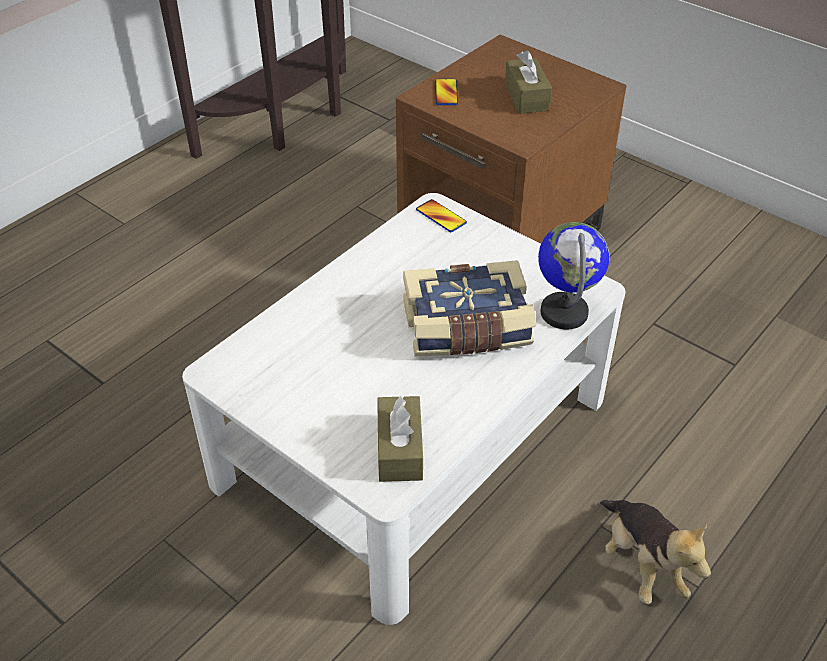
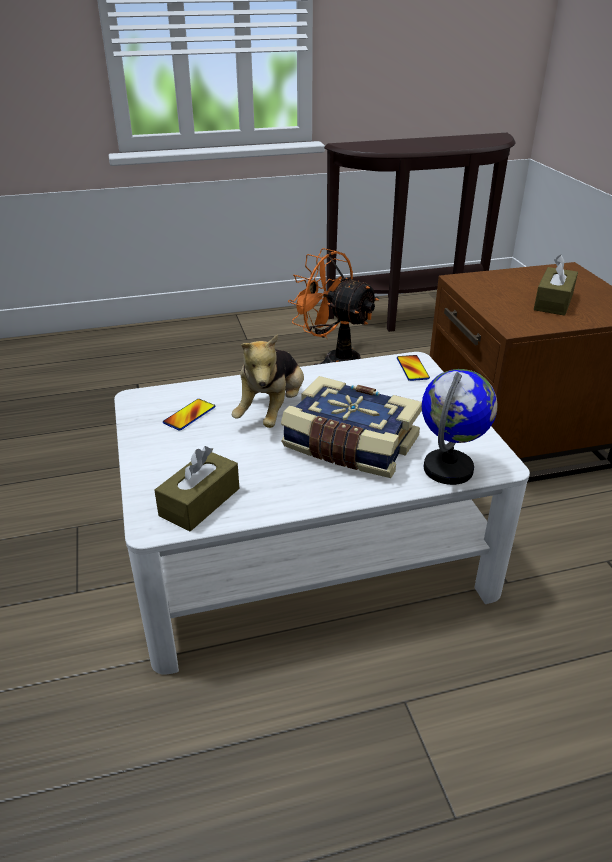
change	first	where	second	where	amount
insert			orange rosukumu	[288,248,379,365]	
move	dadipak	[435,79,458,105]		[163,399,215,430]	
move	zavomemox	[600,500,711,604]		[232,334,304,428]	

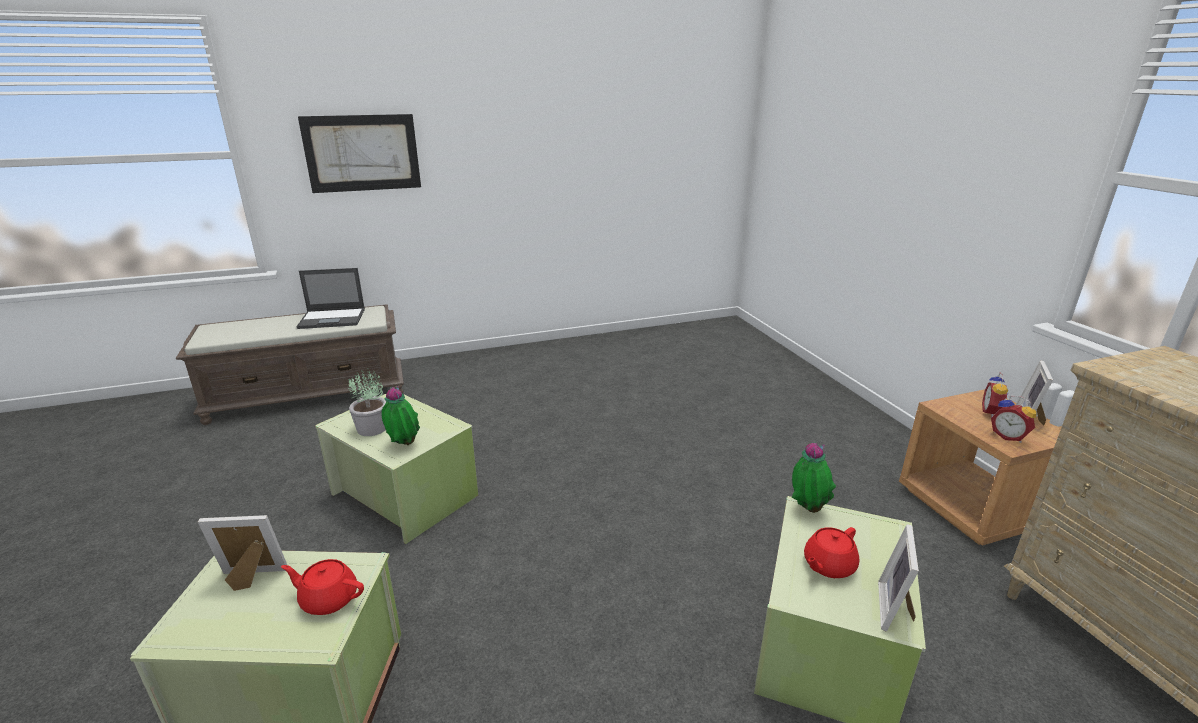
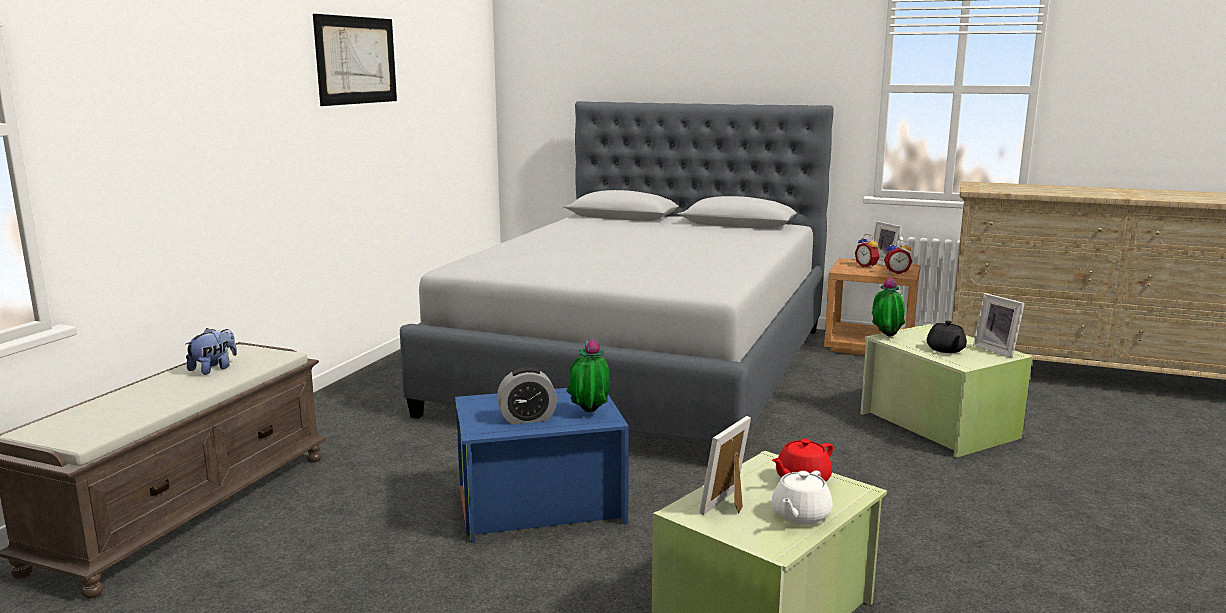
change	first	where	second	where	amount
insert			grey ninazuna	[400,101,834,444]	
insert			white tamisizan	[772,470,833,525]	
move	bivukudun	[298,114,421,193]		[313,14,397,106]	
replace	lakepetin	[296,268,365,329]	zavomemox	[186,328,237,375]	
replace	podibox	[348,368,386,436]	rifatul	[497,367,557,424]	
recolor	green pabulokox	[315,394,478,544]	blue pabulokox	[455,388,629,542]	
recolor	red tamisizan	[804,527,859,578]	black tamisizan	[927,321,967,353]	

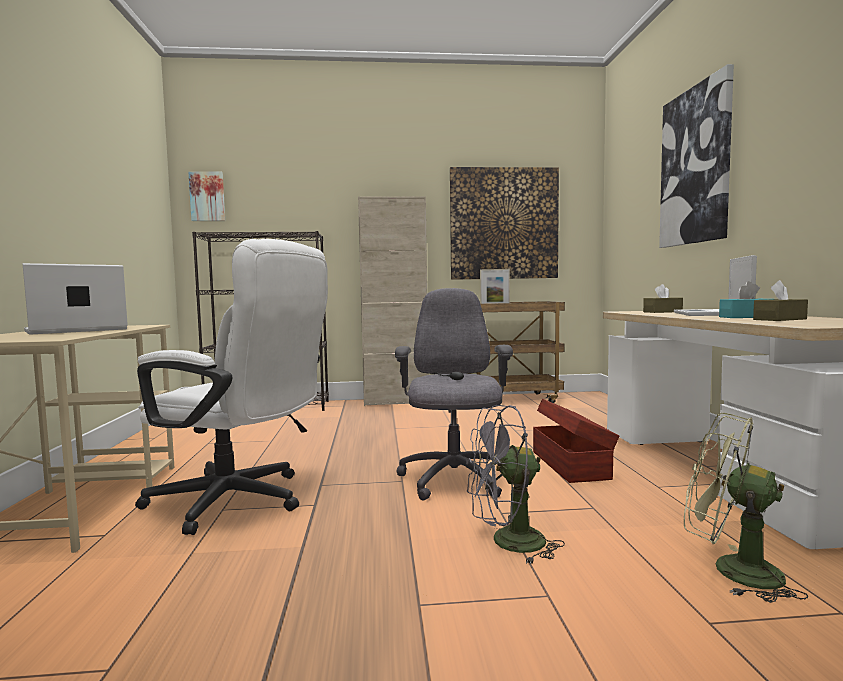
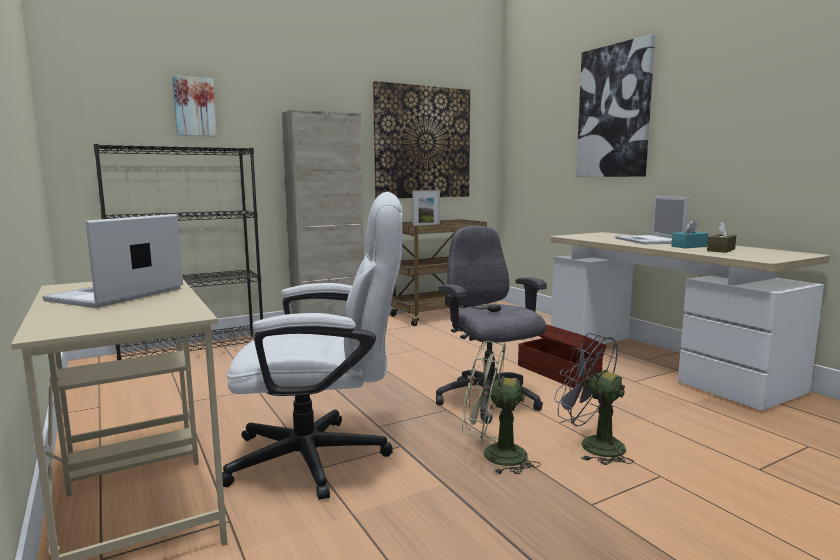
change	first	where	second	where	amount
delete	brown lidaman	[643,284,683,313]			
move	bivukudun	[188,171,225,221]		[172,75,217,136]	
move	green rosukumu	[684,413,808,603]		[462,341,541,474]	
rotate	grey rosukumu	[466,405,565,564]		[554,333,634,465]	75 degrees clockwise

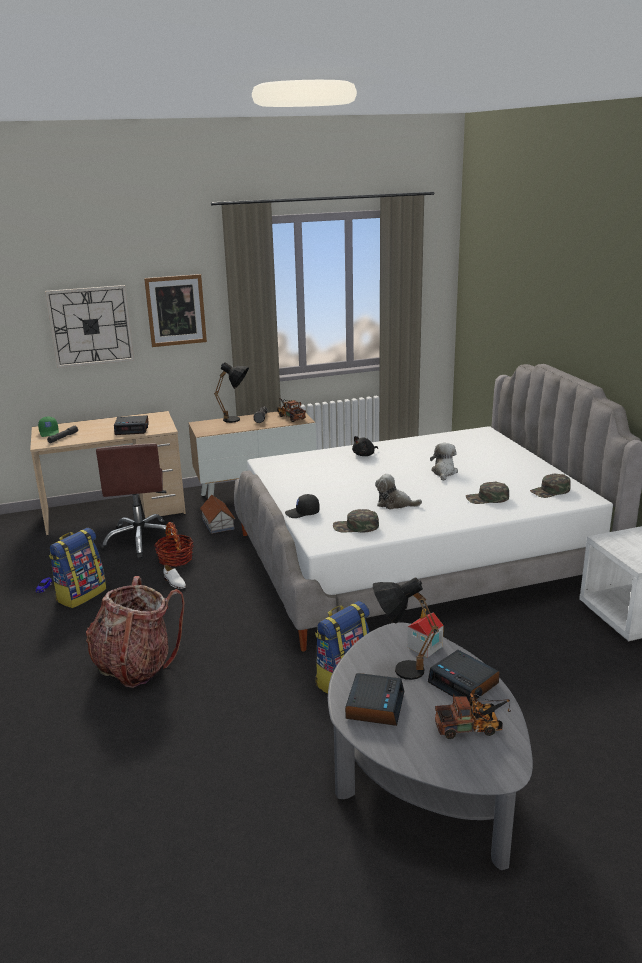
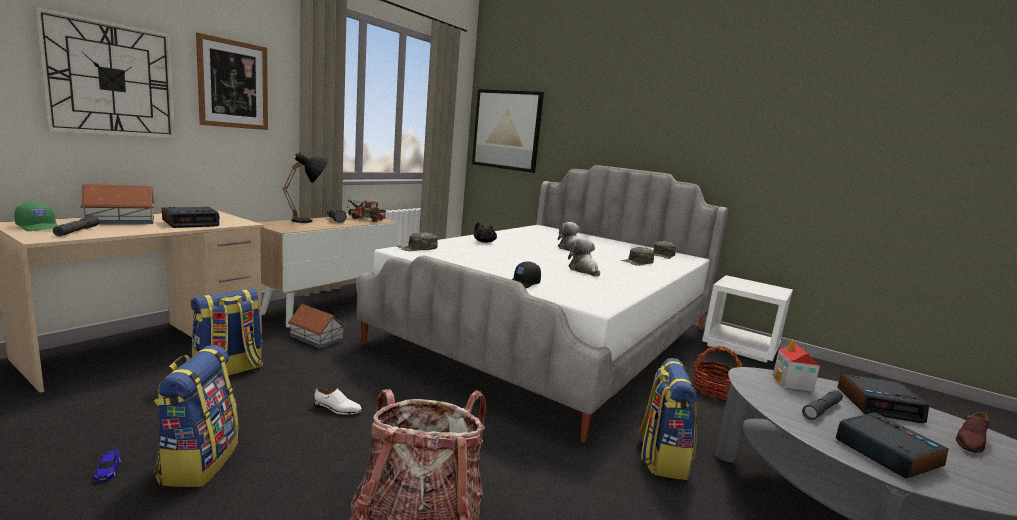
change	first	where	second	where	amount
insert			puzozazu	[80,184,155,225]	
insert			bivukudun	[472,89,544,173]	
move	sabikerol	[154,522,194,567]		[694,346,742,400]	
move	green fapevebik	[333,509,379,532]		[397,232,438,251]	
replace	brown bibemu	[96,443,174,559]	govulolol	[191,289,263,376]	
replace	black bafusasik	[373,577,439,680]	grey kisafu	[802,390,843,420]	
replace	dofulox	[435,693,511,739]	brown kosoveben	[956,412,989,453]	
rotate	zavomemox	[375,474,422,509]		[568,238,600,277]	90 degrees clockwise

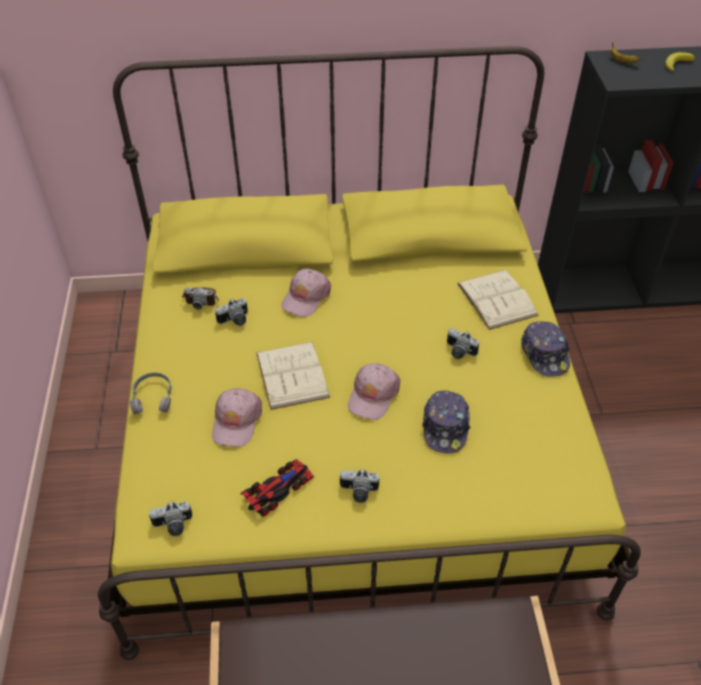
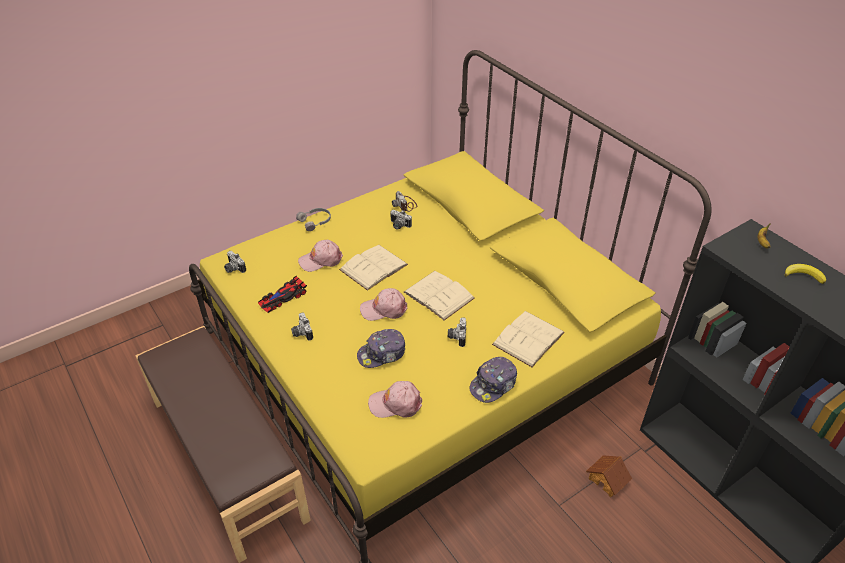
change	first	where	second	where	amount
insert			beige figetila	[404,271,475,320]	
insert			puzozazu	[586,456,632,497]	
move	pink fapevebik	[281,269,331,317]		[368,381,422,418]	
rotate	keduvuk	[240,459,314,517]		[258,276,307,313]	120 degrees clockwise

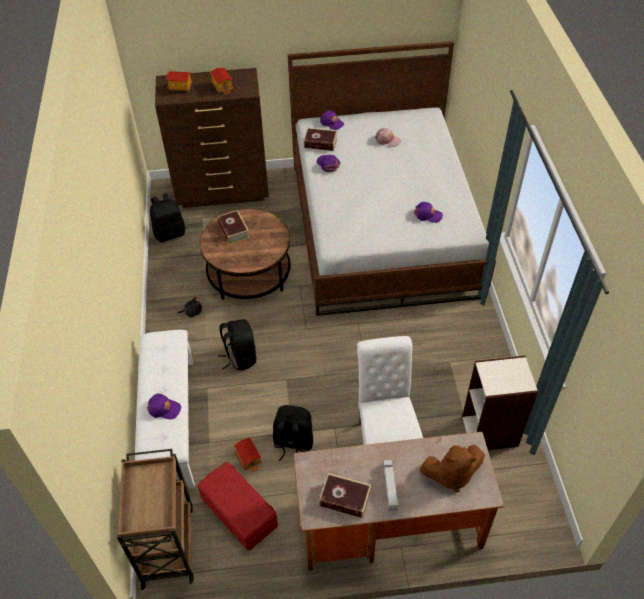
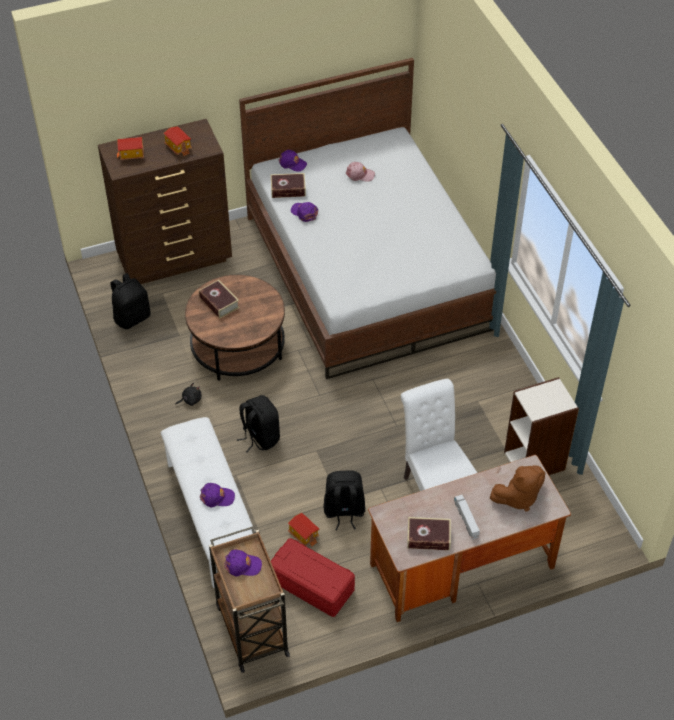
change	first	where	second	where	amount
move	purple fapevebik	[414,202,443,223]		[224,550,262,577]	

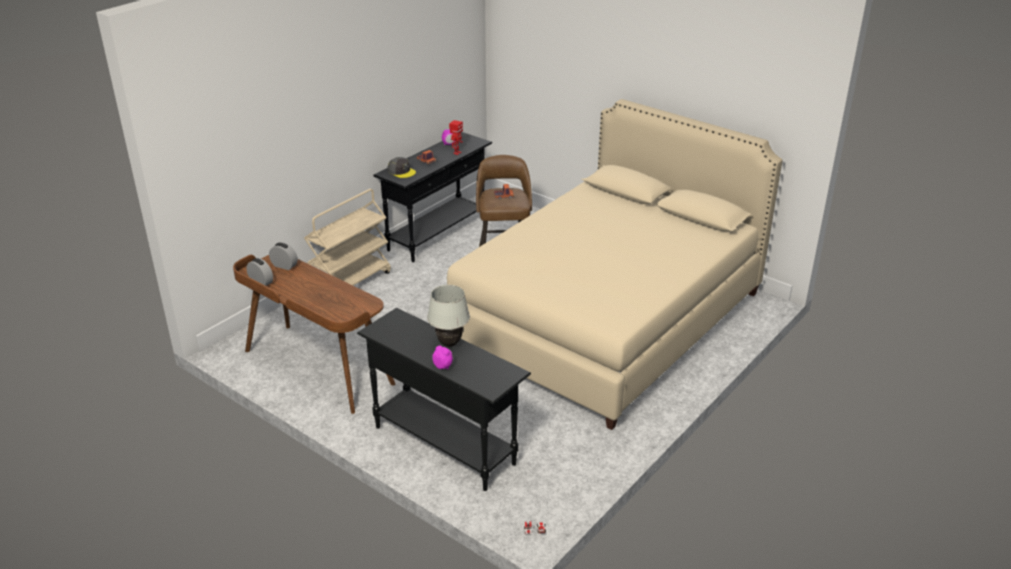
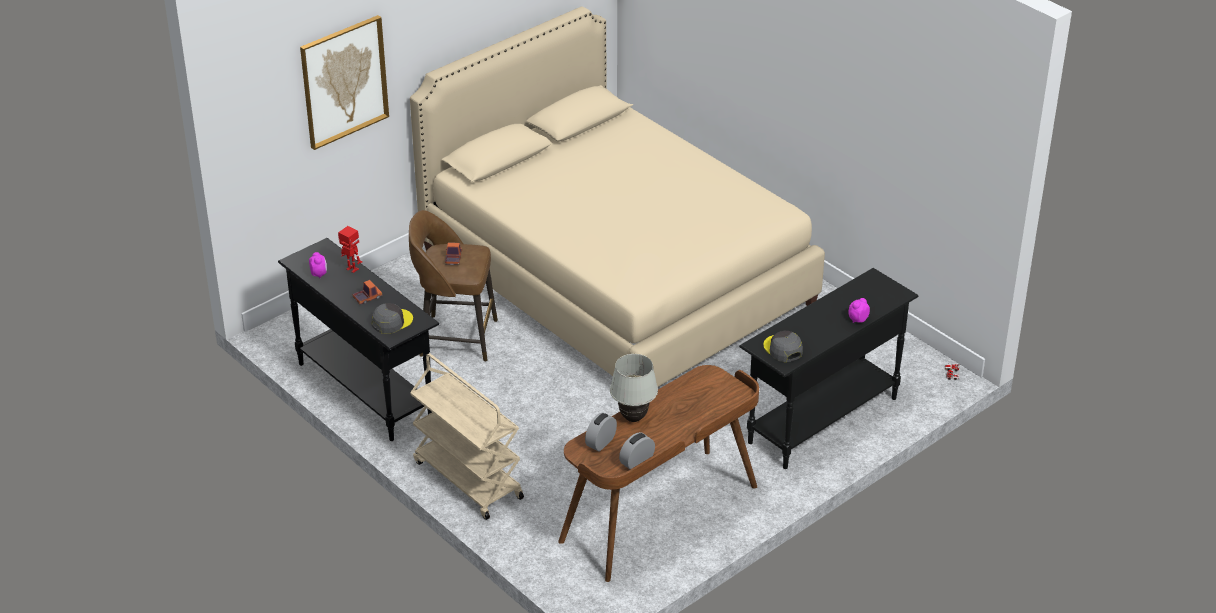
change	first	where	second	where	amount
insert			bivukudun	[300,15,389,150]	
insert			grey fapevebik	[763,331,803,362]	
move	white bafusasik	[427,285,470,347]		[610,354,658,422]	

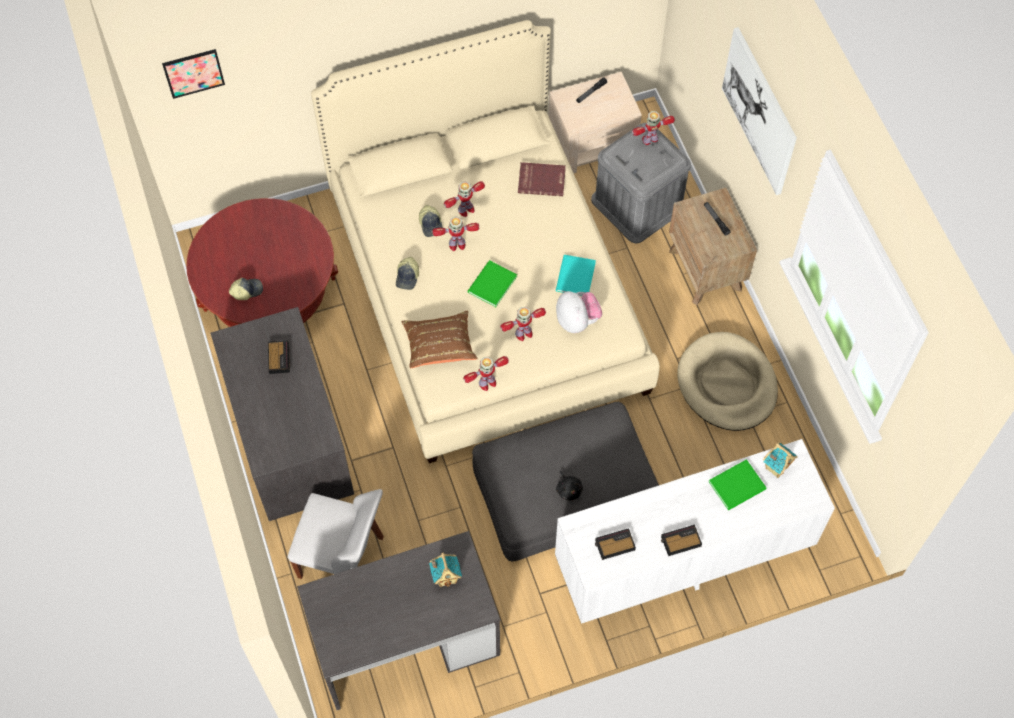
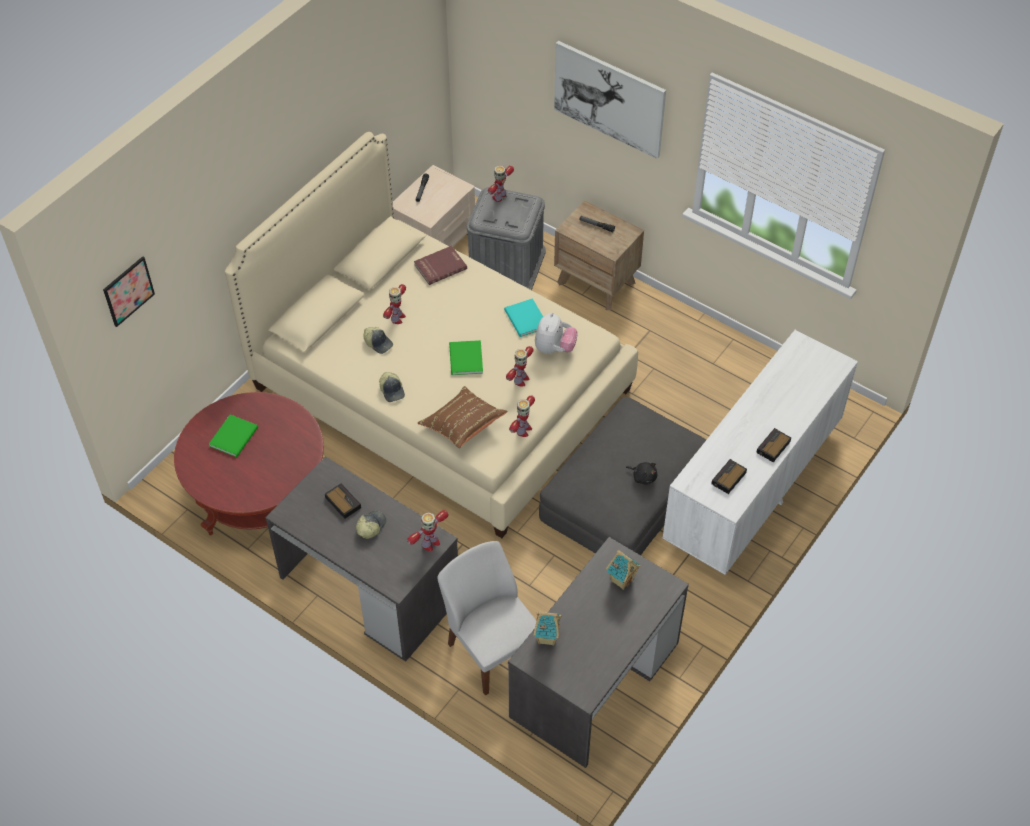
change	first	where	second	where	amount
delete	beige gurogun	[677,332,778,431]			
move	fapevebik	[229,278,263,300]		[356,511,386,539]	
move	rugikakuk	[432,216,479,251]		[407,510,449,551]	
move	green figetila	[709,459,767,510]		[209,415,258,457]	
move	puzozazu	[763,442,798,478]		[533,612,562,646]	
rotate	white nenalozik	[288,489,384,579]		[437,541,536,696]	105 degrees counterclockwise
rotate	zavomemox	[556,291,602,333]		[535,313,578,354]	75 degrees clockwise

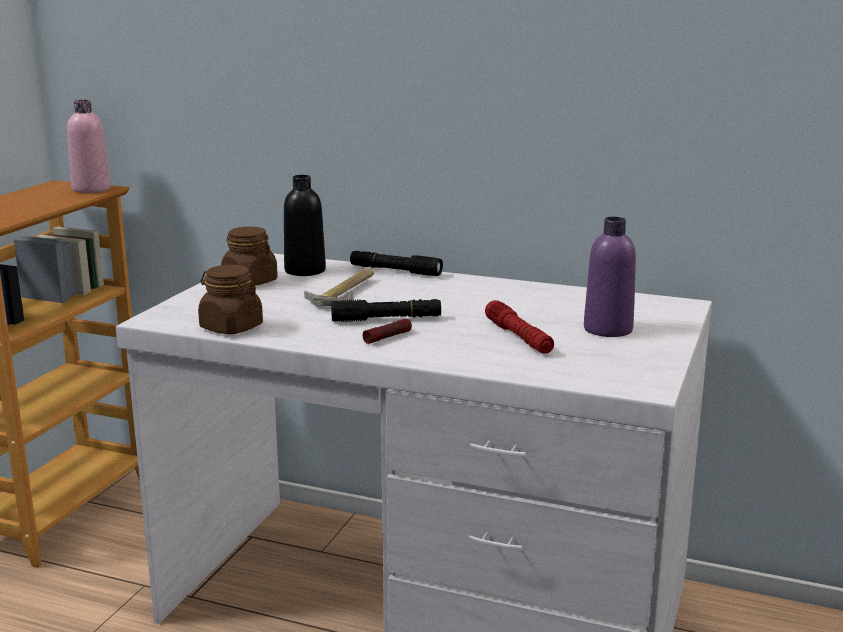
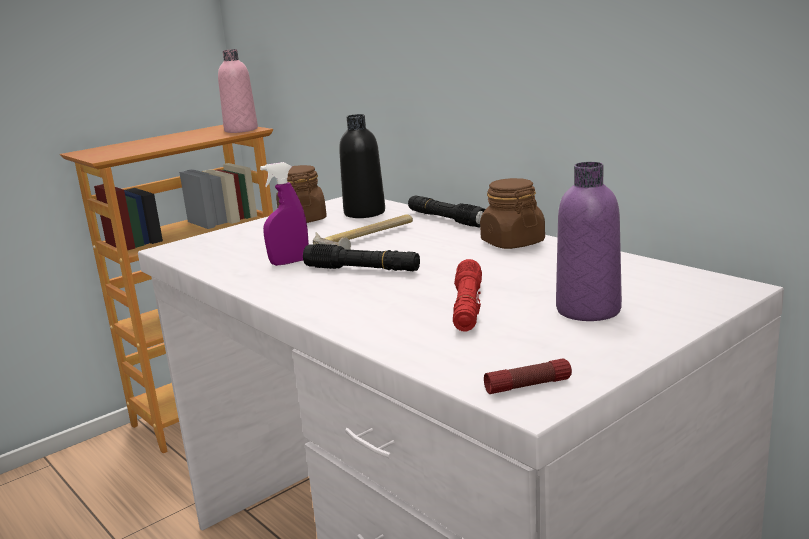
change	first	where	second	where	amount
insert			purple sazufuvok	[260,162,309,266]	
move	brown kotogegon	[198,265,263,334]		[480,178,545,249]	
move	kisafu	[363,319,412,344]		[484,359,572,394]	

